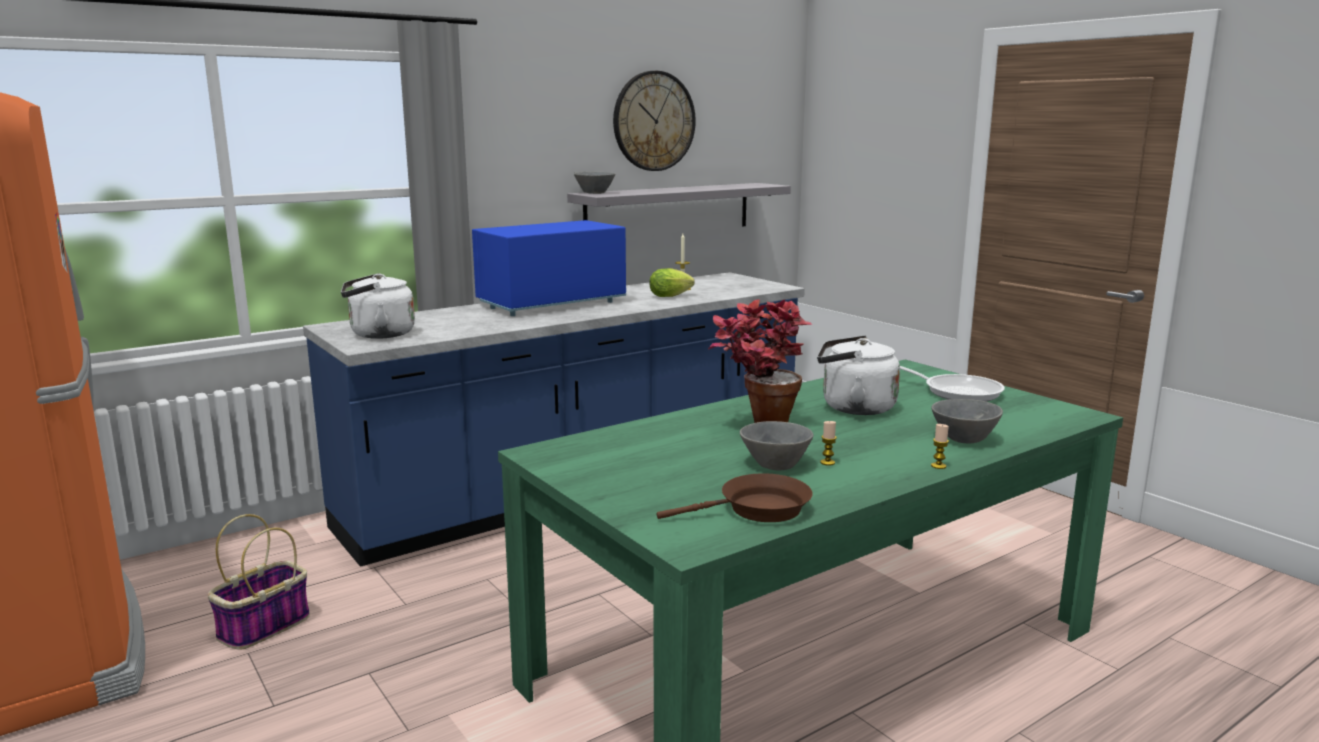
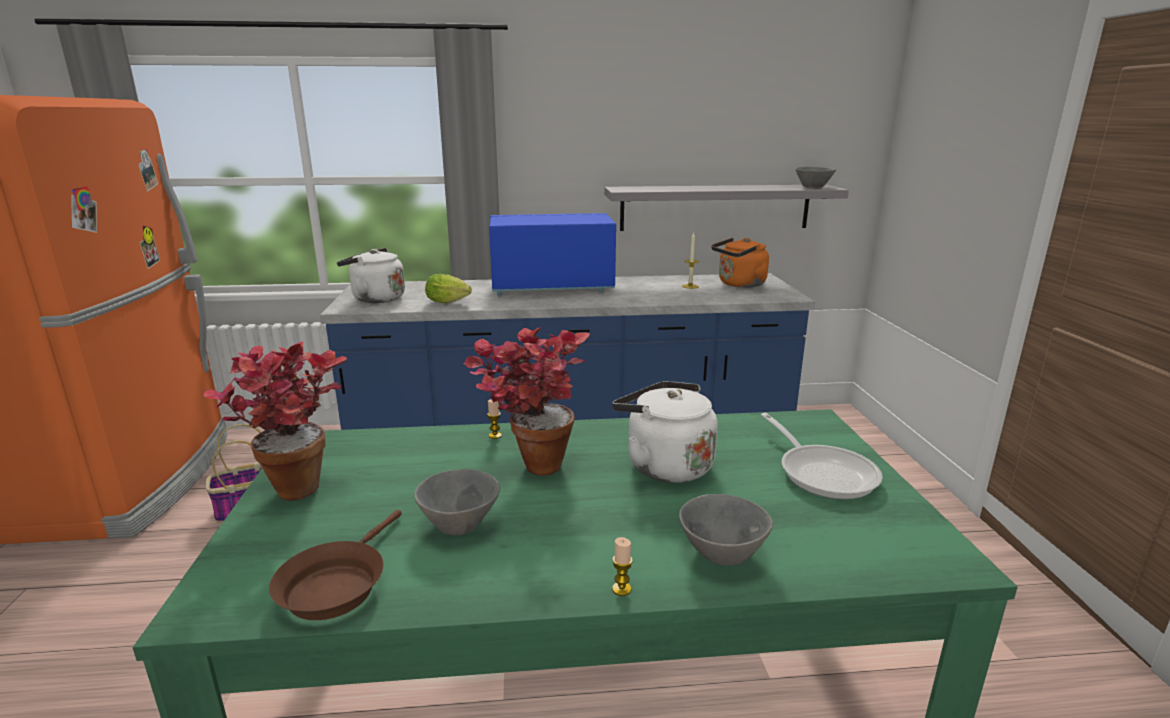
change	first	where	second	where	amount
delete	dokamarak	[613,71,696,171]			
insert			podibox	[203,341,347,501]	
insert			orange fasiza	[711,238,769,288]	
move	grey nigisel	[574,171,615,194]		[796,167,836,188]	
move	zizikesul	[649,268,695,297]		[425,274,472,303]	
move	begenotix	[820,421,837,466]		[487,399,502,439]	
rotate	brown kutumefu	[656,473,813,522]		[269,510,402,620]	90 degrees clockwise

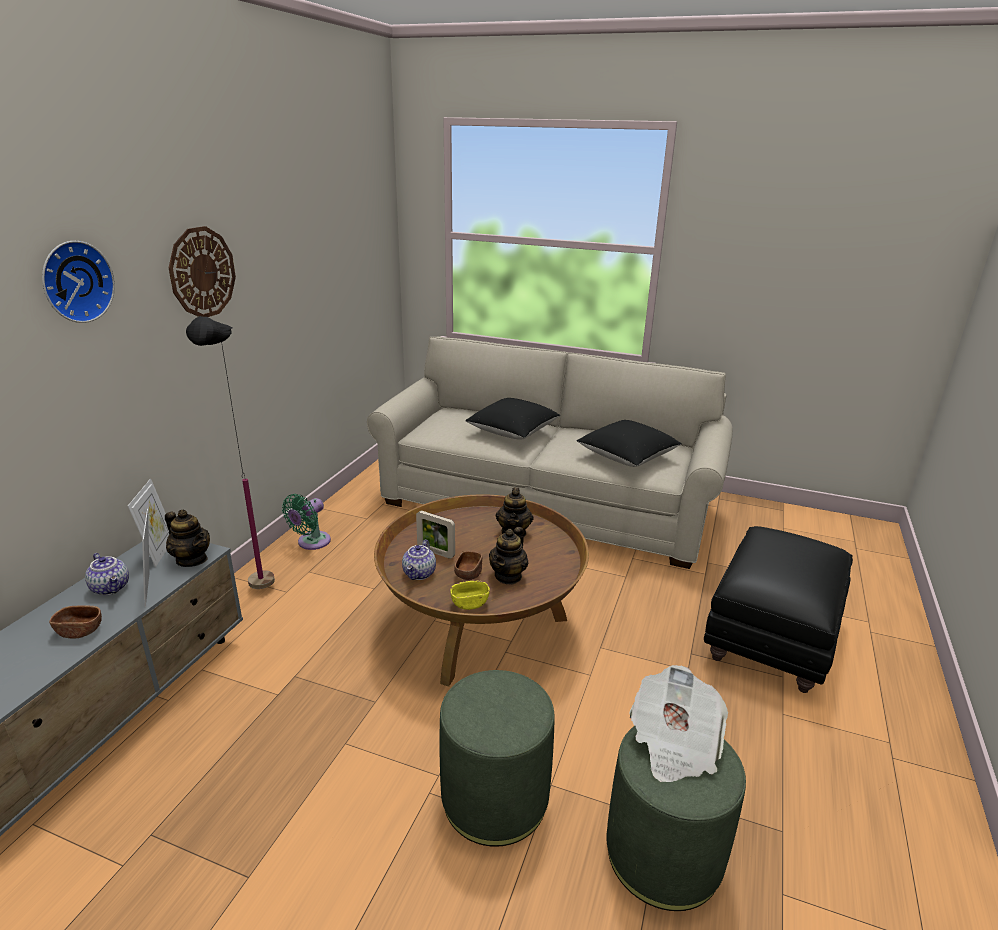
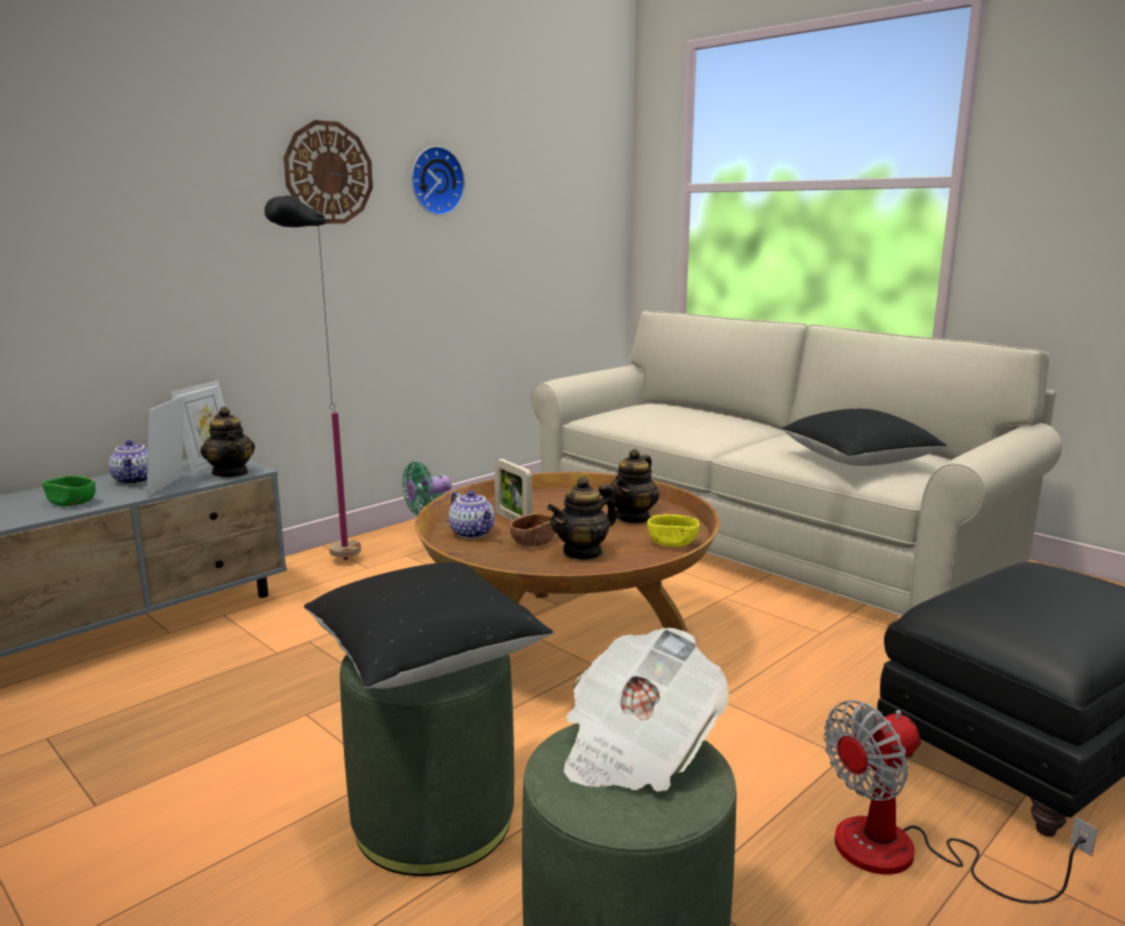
change	first	where	second	where	amount
insert			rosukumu	[823,700,1098,904]	
move	dokamarak	[42,241,115,323]		[411,146,465,216]	
move	yellow nigisel	[450,581,490,610]		[647,514,699,547]	
move	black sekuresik	[465,398,560,440]		[304,562,553,689]	
recolor	brown nigisel	[49,605,102,638]	green nigisel	[42,475,96,506]	
rotate	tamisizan	[402,539,436,580]		[449,490,495,539]	75 degrees counterclockwise

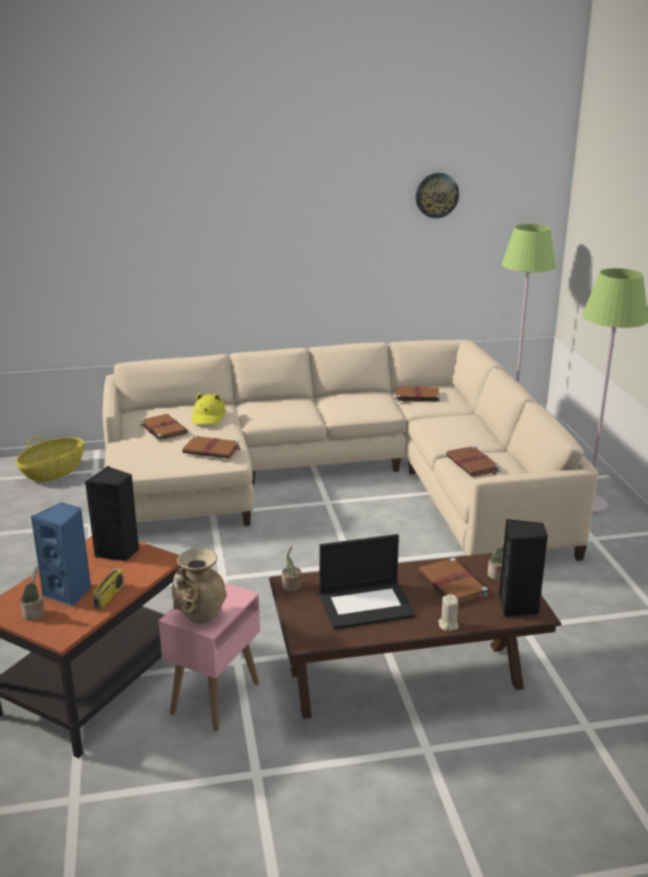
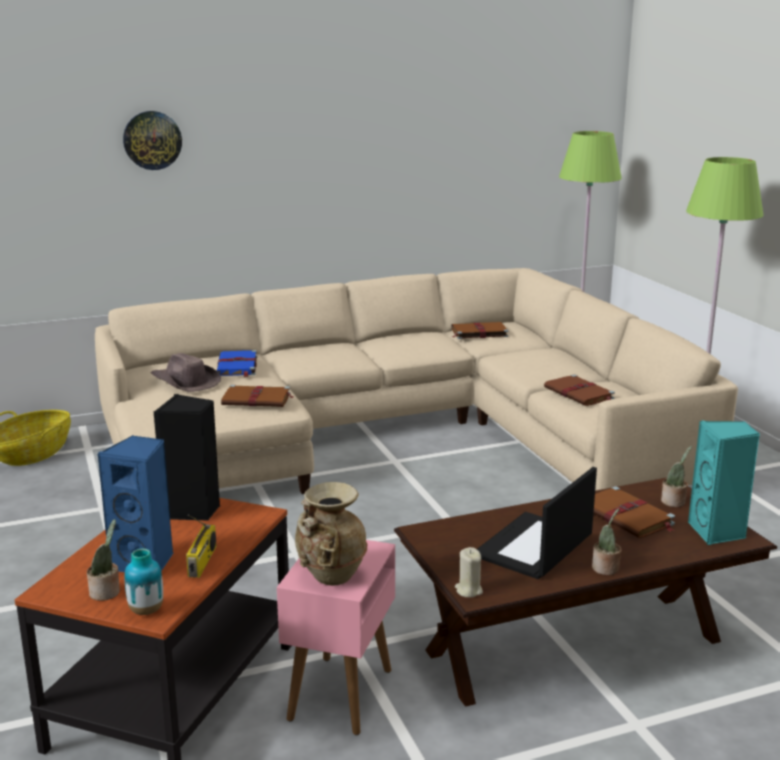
change	first	where	second	where	amount
insert			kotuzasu	[125,549,163,615]	
move	podibox	[282,546,302,592]		[592,508,622,575]	
move	dokamarak	[416,173,459,218]		[123,111,182,170]	
move	beige begenotix	[438,594,458,631]		[455,547,483,598]	
replace	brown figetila	[140,414,188,441]	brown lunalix	[151,353,221,392]	
replace	yellow lunalix	[192,393,226,425]	blue figetila	[217,350,257,377]	
recolor	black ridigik	[499,519,548,617]	turquoise ridigik	[688,420,760,545]	
rotate	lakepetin	[319,534,415,629]		[477,467,597,579]	150 degrees clockwise

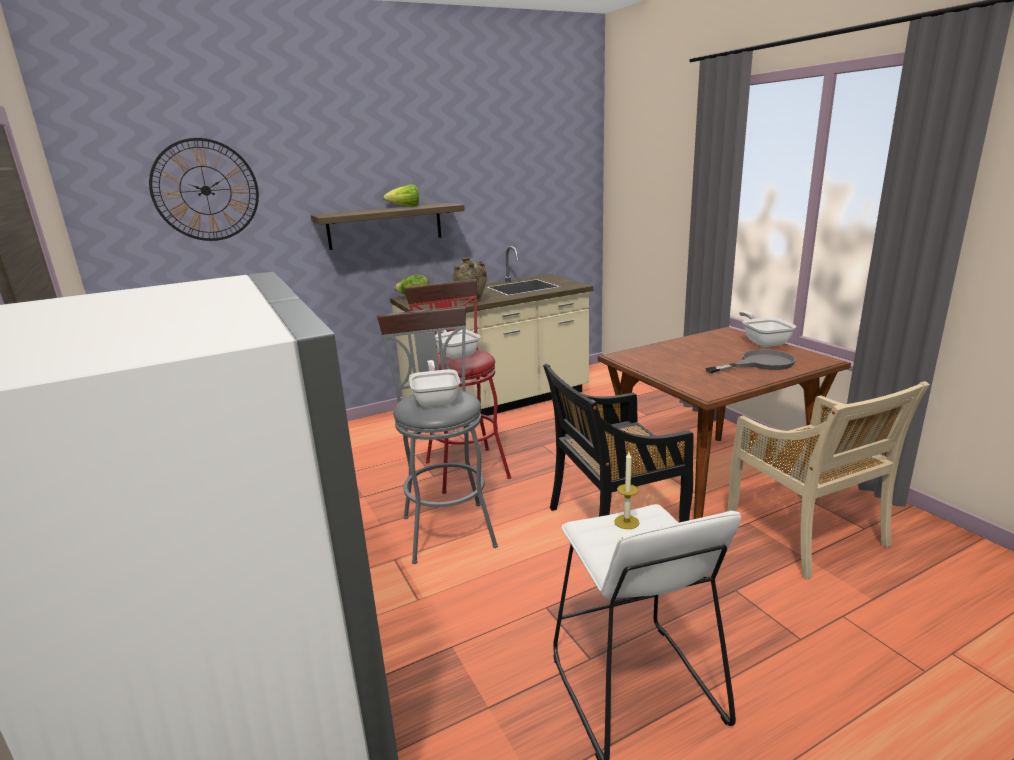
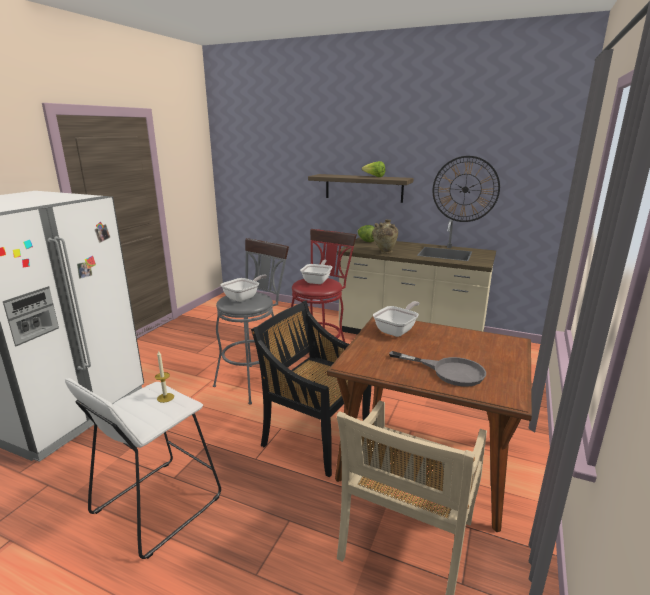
change	first	where	second	where	amount
move	dokamarak	[149,138,259,241]		[433,156,500,222]	
move	kutumefu	[739,311,796,347]		[373,301,419,337]	

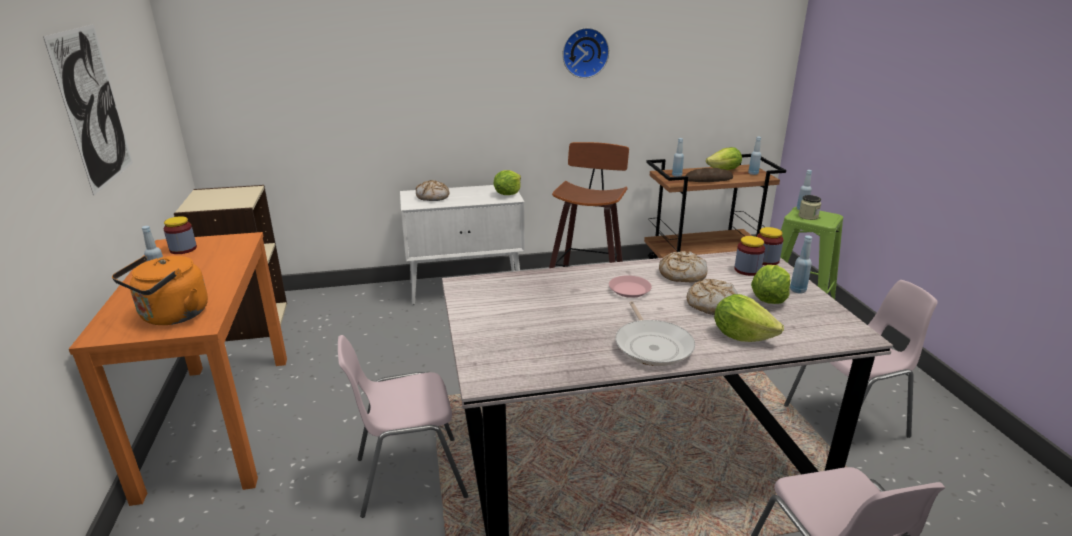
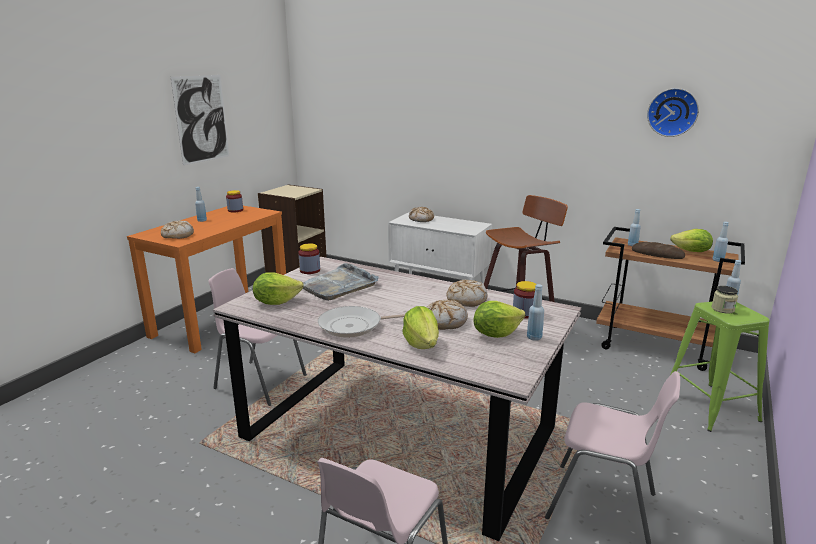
change	first	where	second	where	amount
delete	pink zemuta	[609,275,652,298]			
insert			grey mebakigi	[303,263,379,301]	
move	zizikesul	[493,170,521,195]		[253,272,304,305]	
move	dokamarak	[562,28,609,78]		[647,88,699,137]	
move	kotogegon	[757,227,784,266]		[298,244,320,274]	
replace	orange fasiza	[112,256,208,325]	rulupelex	[161,220,194,239]	
rotate	kutumefu	[615,301,695,366]		[318,306,405,338]	45 degrees clockwise

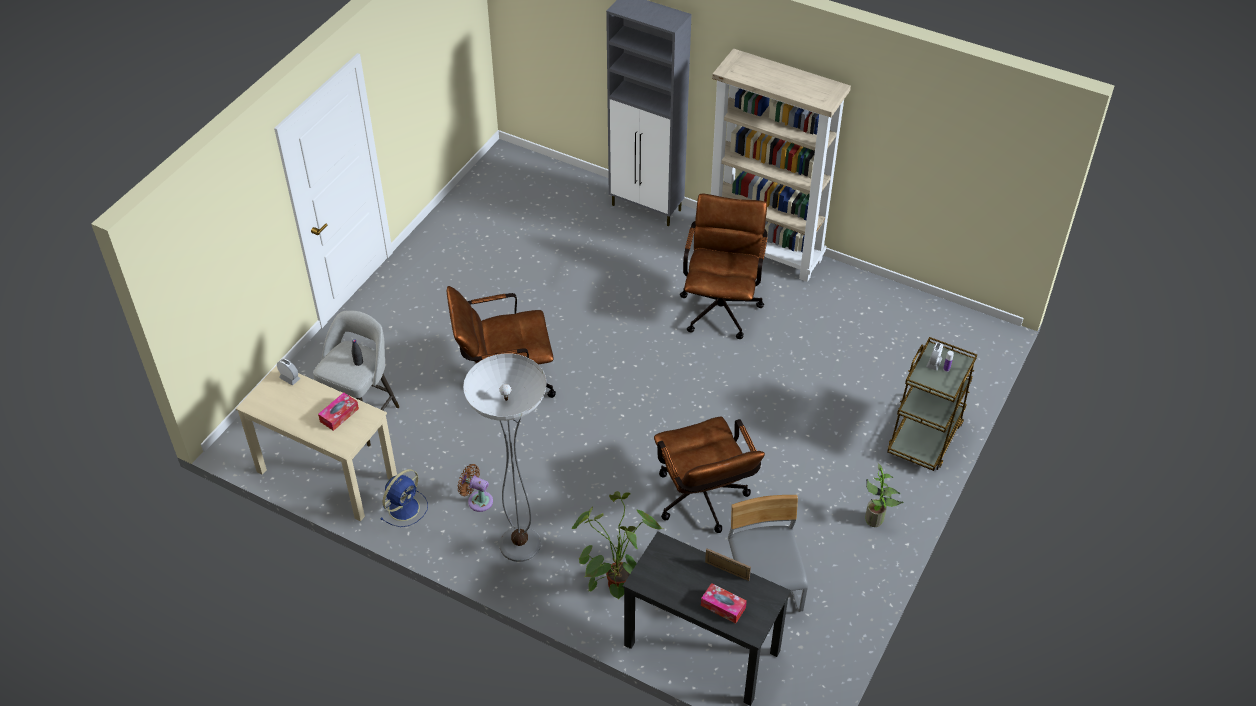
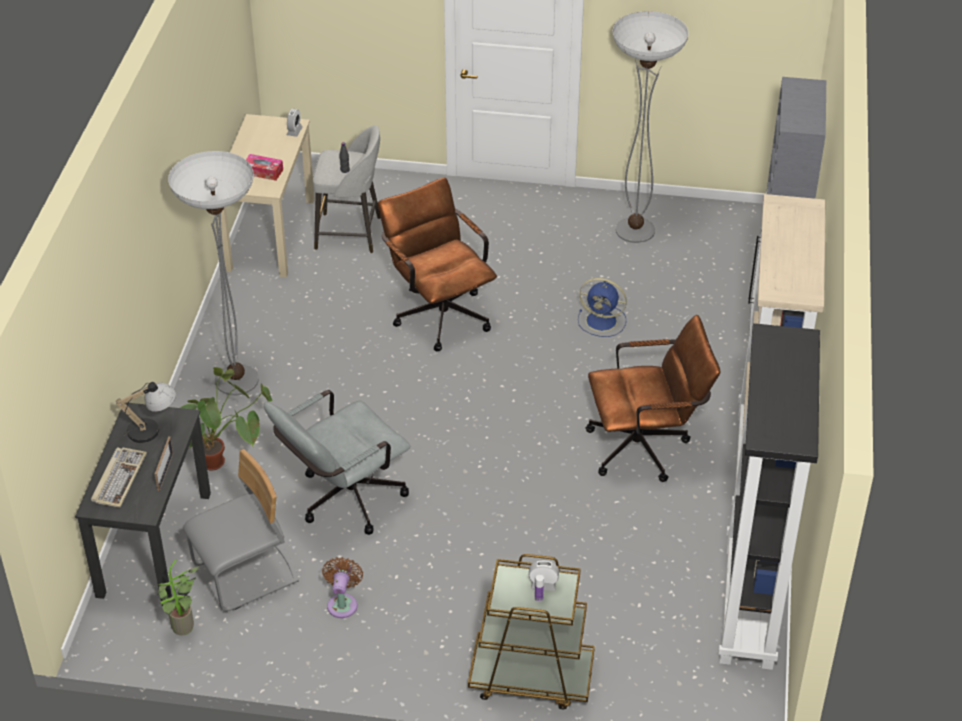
change	first	where	second	where	amount
insert			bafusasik	[116,382,176,443]	
insert			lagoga	[613,11,689,243]	
insert			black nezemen	[719,323,820,670]	
move	blue rosukumu	[380,469,428,527]		[578,278,627,337]	
move	brown rosukumu	[458,464,493,512]		[322,557,363,618]	
move	podibox	[865,463,903,527]		[158,559,199,636]	
replace	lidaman	[701,583,747,624]	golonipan	[91,448,147,508]	
recolor	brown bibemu	[654,417,765,533]	grey bibemu	[264,390,410,535]	

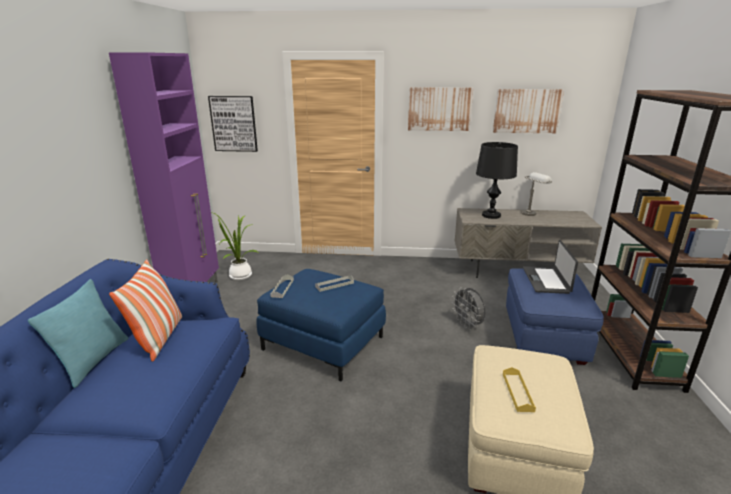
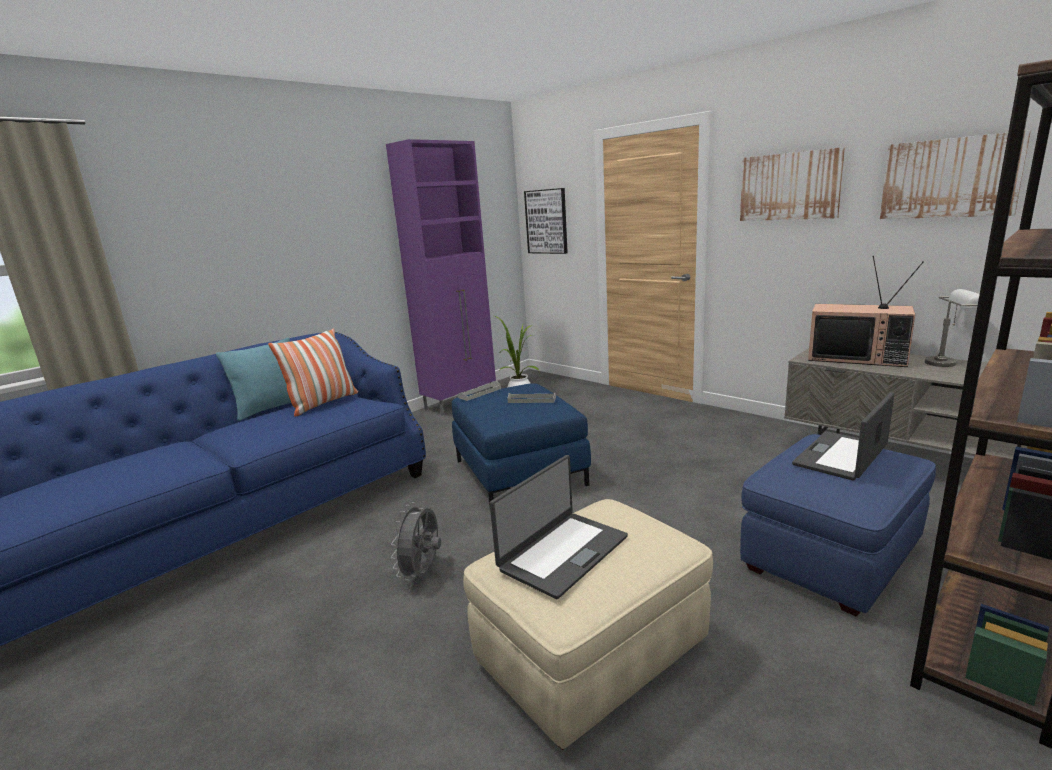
change	first	where	second	where	amount
move	grey rosukumu	[452,287,486,330]		[391,502,441,581]	
replace	black bafusasik	[476,142,518,219]	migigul	[808,256,924,367]	
replace	yellow mebakigi	[503,367,536,412]	lakepetin	[490,455,628,599]	

